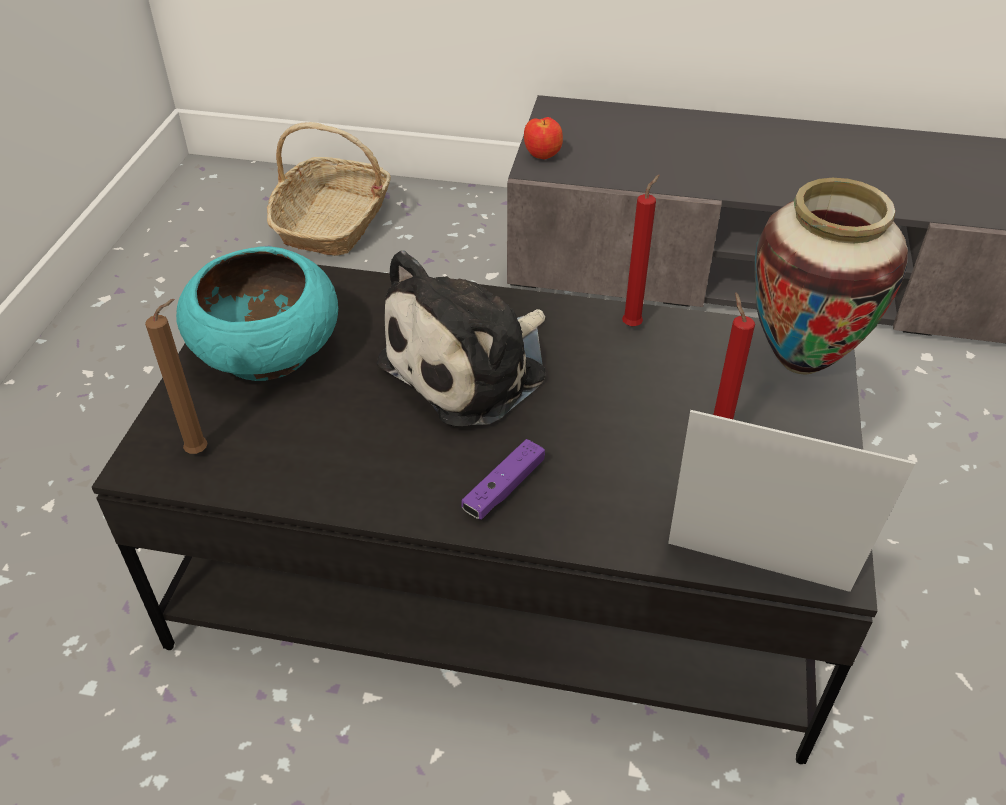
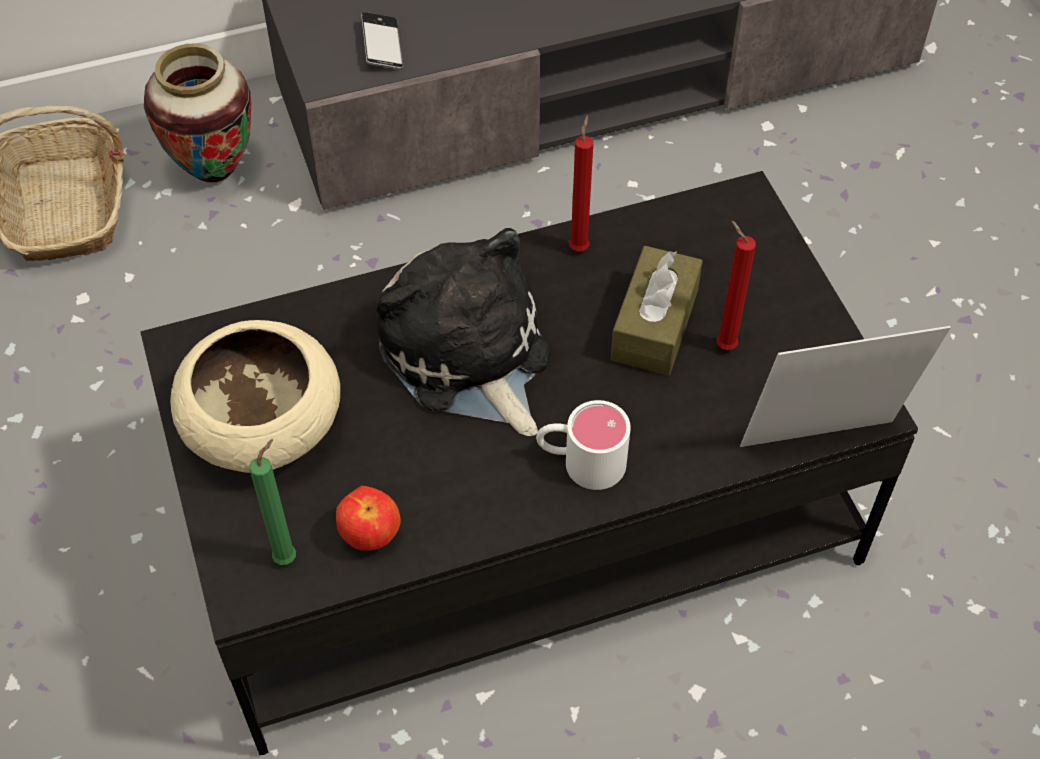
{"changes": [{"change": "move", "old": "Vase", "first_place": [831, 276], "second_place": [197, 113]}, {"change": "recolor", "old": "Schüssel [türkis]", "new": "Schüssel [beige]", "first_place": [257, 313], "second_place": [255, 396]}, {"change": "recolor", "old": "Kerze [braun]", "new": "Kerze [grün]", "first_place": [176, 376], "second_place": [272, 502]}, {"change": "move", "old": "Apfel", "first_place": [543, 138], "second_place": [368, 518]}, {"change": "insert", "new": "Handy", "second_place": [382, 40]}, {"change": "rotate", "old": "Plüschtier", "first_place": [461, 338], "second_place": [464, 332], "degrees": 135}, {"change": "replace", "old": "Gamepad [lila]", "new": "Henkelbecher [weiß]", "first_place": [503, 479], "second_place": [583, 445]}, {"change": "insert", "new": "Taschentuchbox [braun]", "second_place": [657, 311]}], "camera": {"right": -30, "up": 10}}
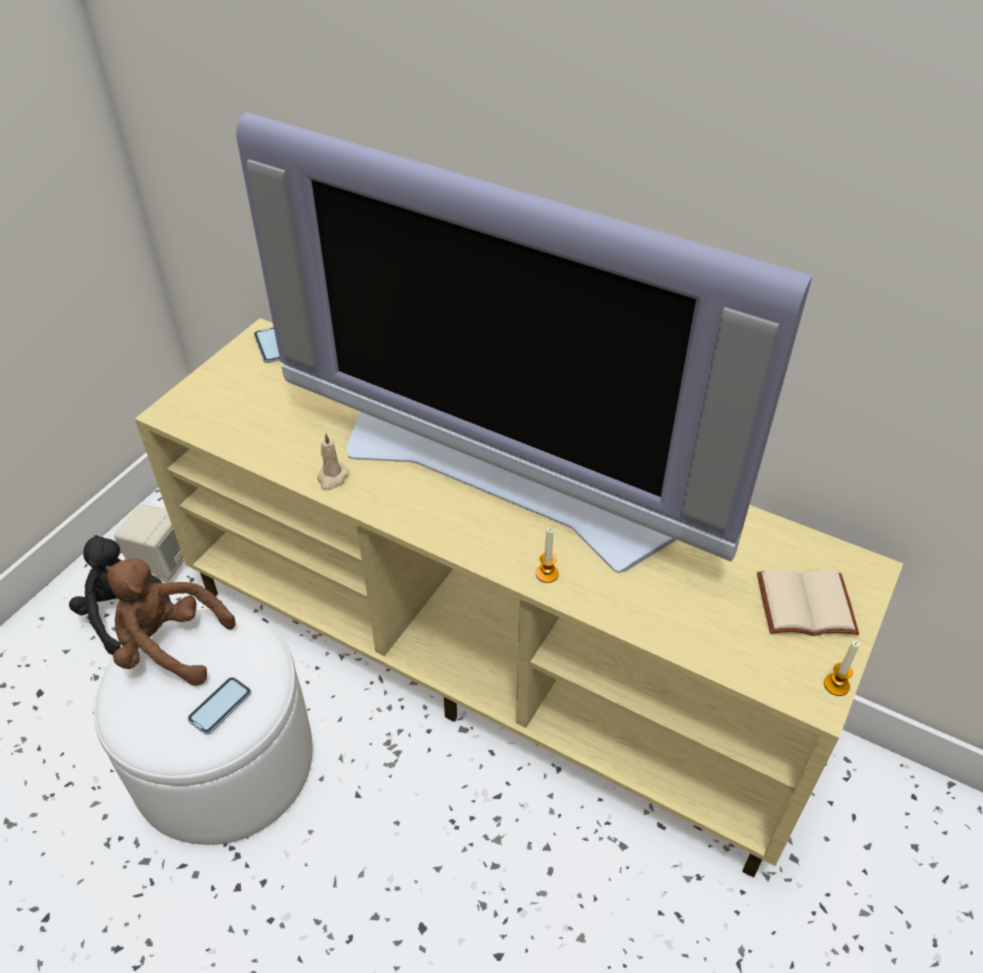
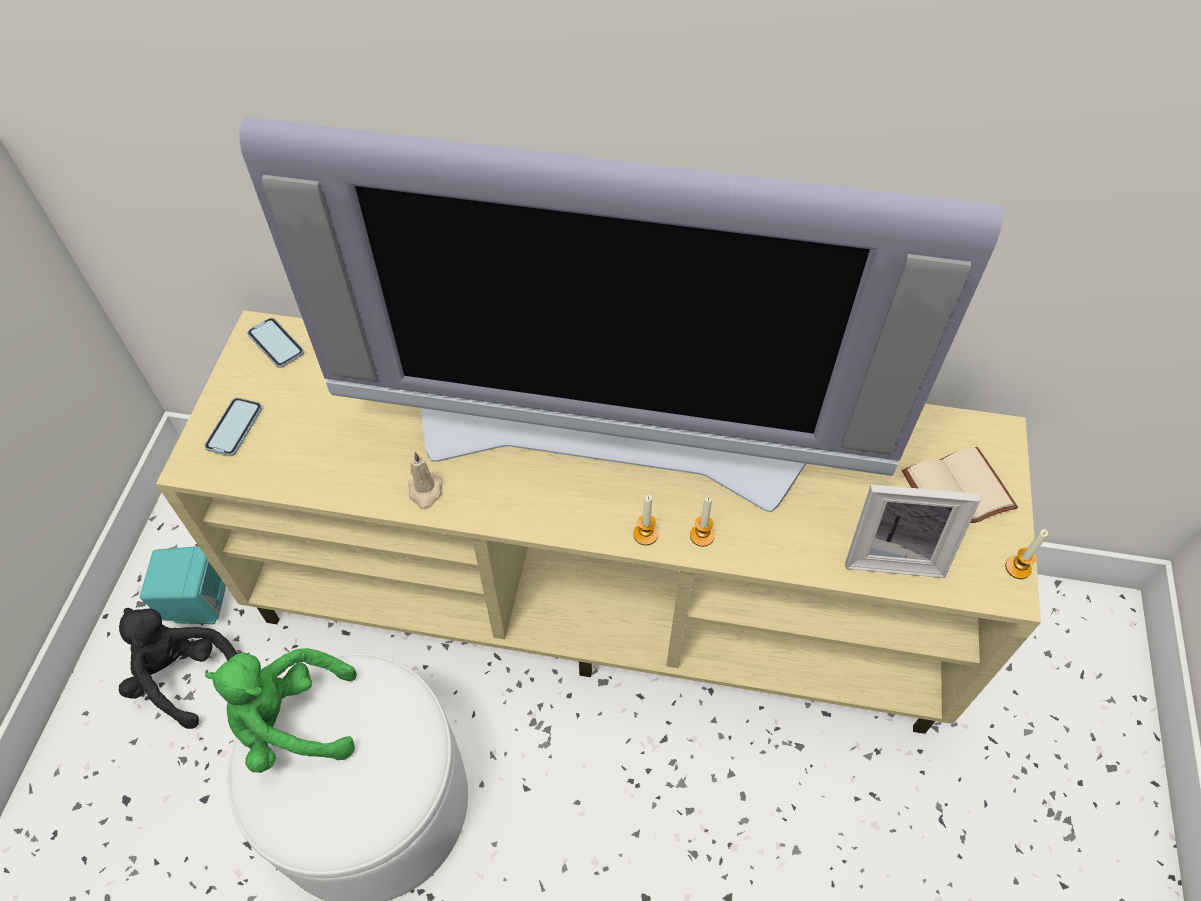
{"changes": [{"change": "recolor", "old": "Lautsprecher [beige]", "new": "Lautsprecher [türkis]", "first_place": [149, 543], "second_place": [183, 585]}, {"change": "move", "old": "Handy", "first_place": [219, 706], "second_place": [233, 427]}, {"change": "recolor", "old": "Plüschtier [braun]", "new": "Plüschtier [grün]", "first_place": [171, 622], "second_place": [281, 710]}, {"change": "insert", "new": "Kerze", "second_place": [645, 520]}, {"change": "insert", "new": "Bilderrahmen", "second_place": [913, 531]}], "camera": {"right": -20, "up": 10}}
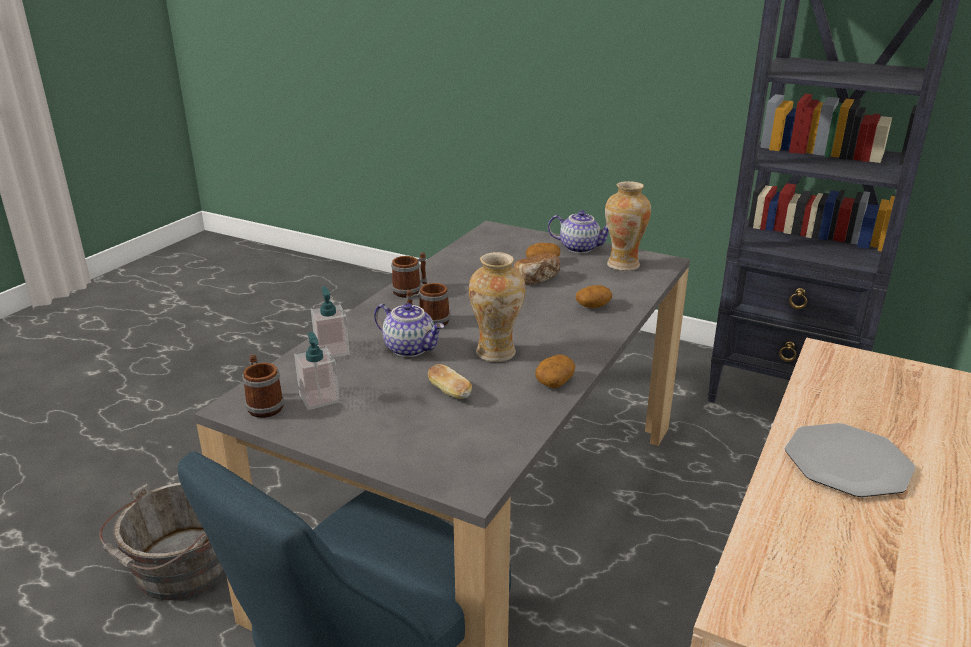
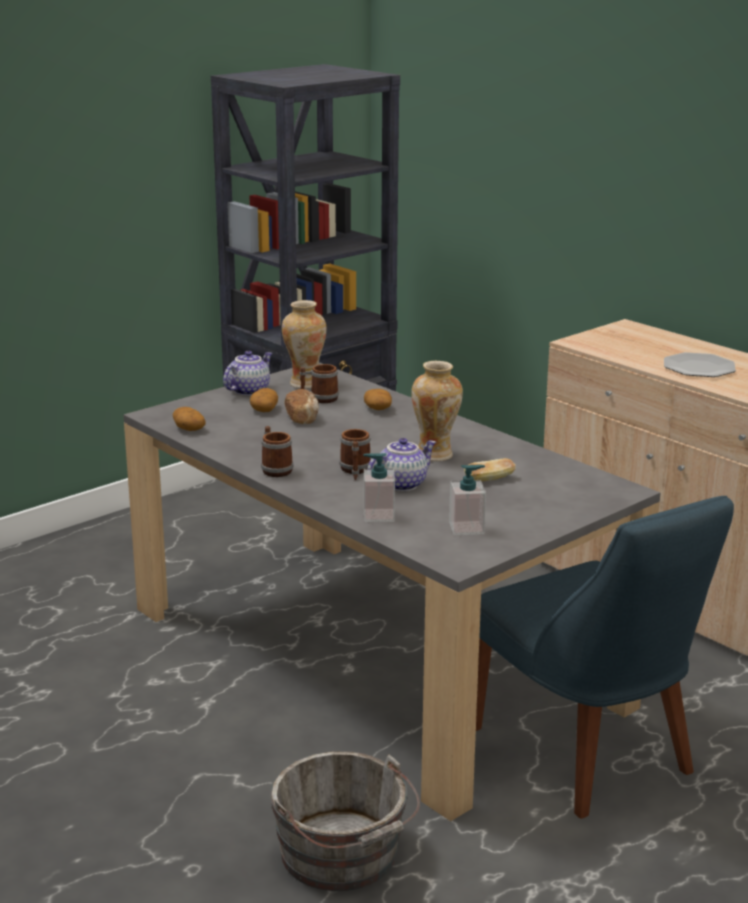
{"changes": [{"change": "move", "old": "Kartoffel", "first_place": [555, 371], "second_place": [189, 419]}, {"change": "move", "old": "Henkelbecher", "first_place": [263, 386], "second_place": [319, 383]}], "camera": {"right": -70, "up": -5}}
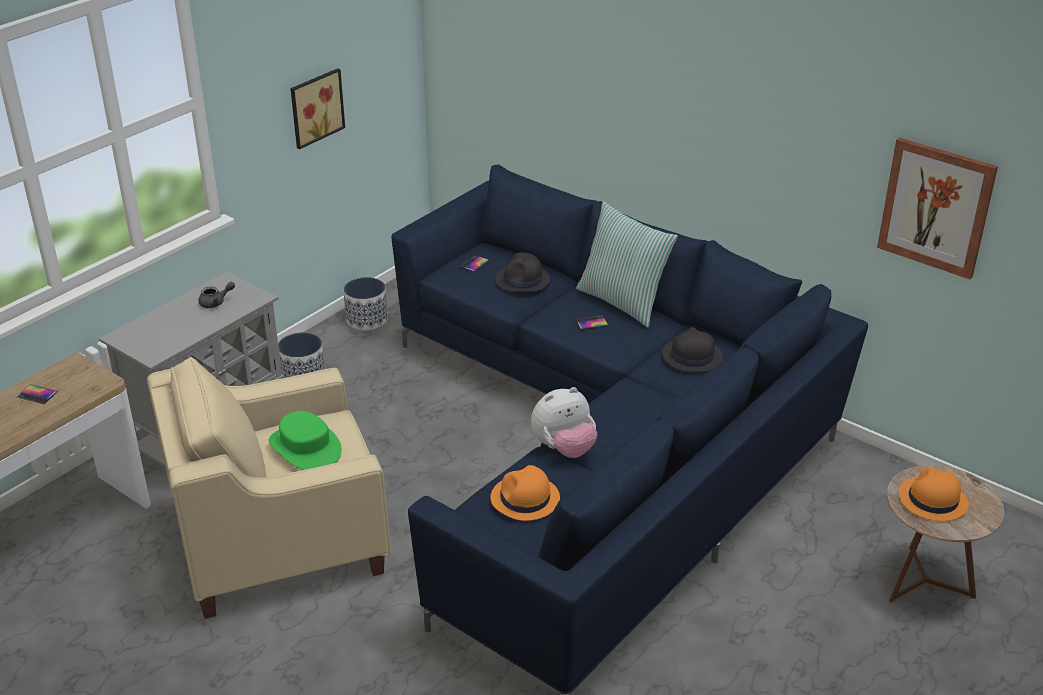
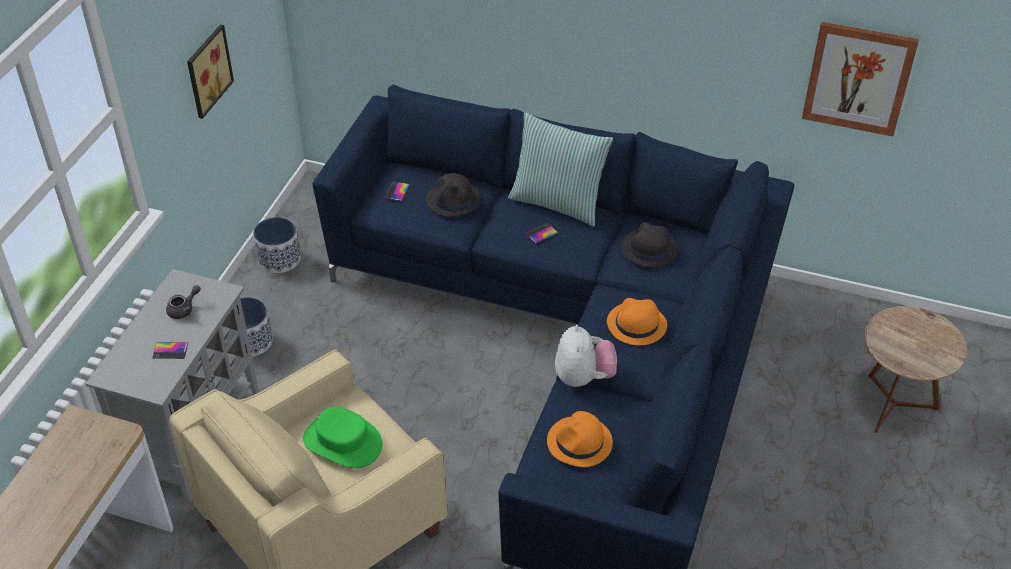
{"changes": [{"change": "move", "old": "Handy", "first_place": [37, 394], "second_place": [170, 350]}, {"change": "rotate", "old": "Plüschtier", "first_place": [564, 422], "second_place": [586, 355], "degrees": -45}, {"change": "move", "old": "Hut [orange]", "first_place": [934, 494], "second_place": [637, 321]}], "camera": {"right": -20, "up": 10}}
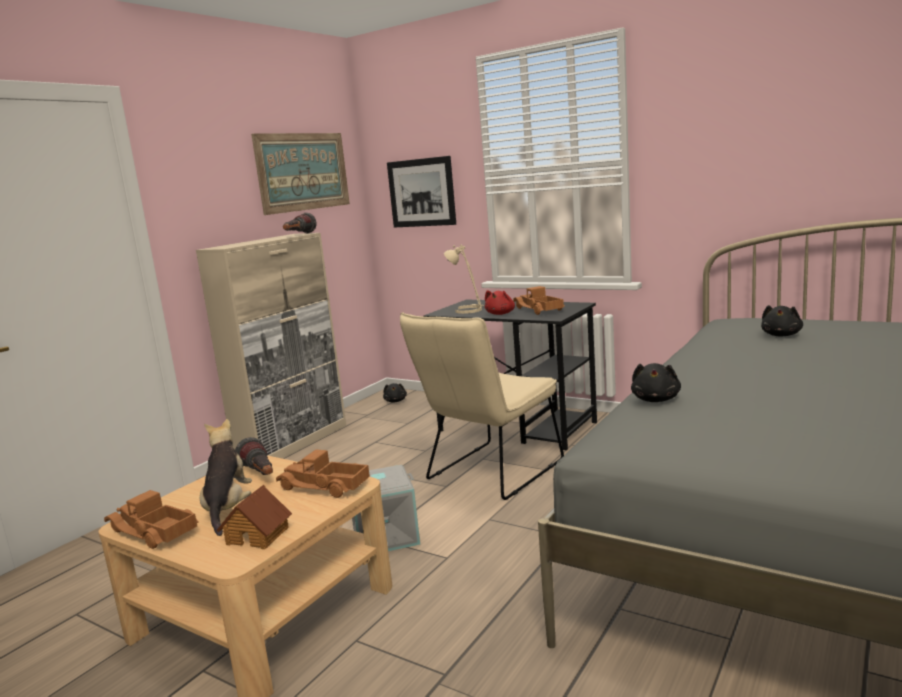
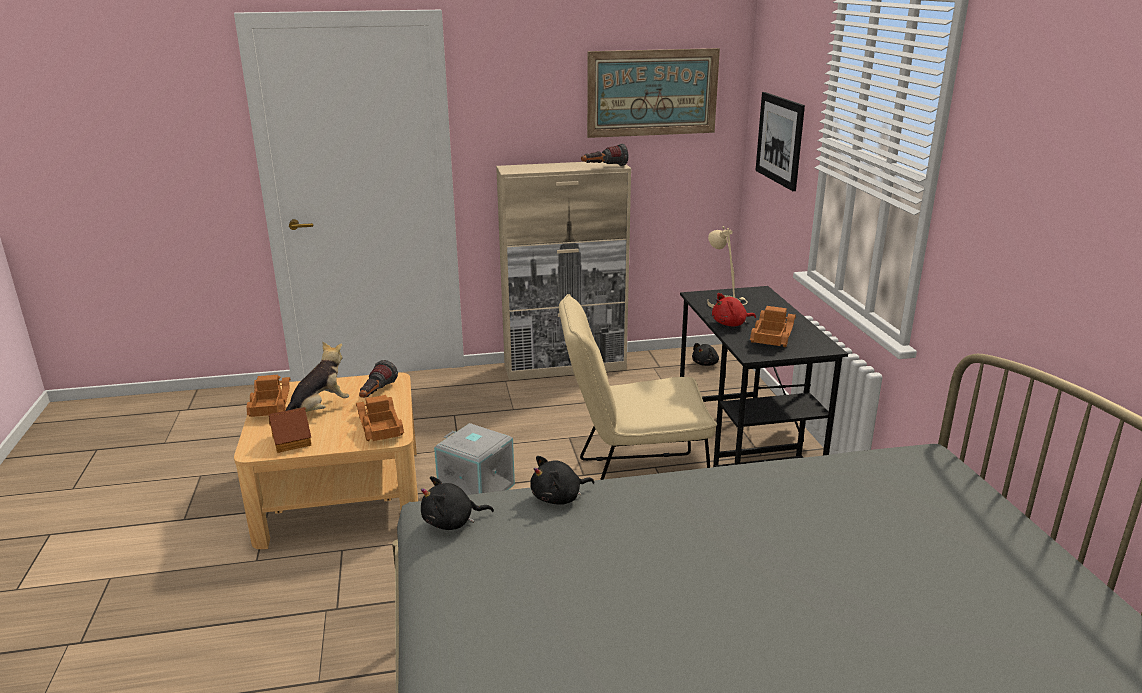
{"changes": [{"change": "move", "old": "Plüschtier [schwarz]", "first_place": [782, 321], "second_place": [457, 503]}], "camera": {"right": 45, "up": 10}}
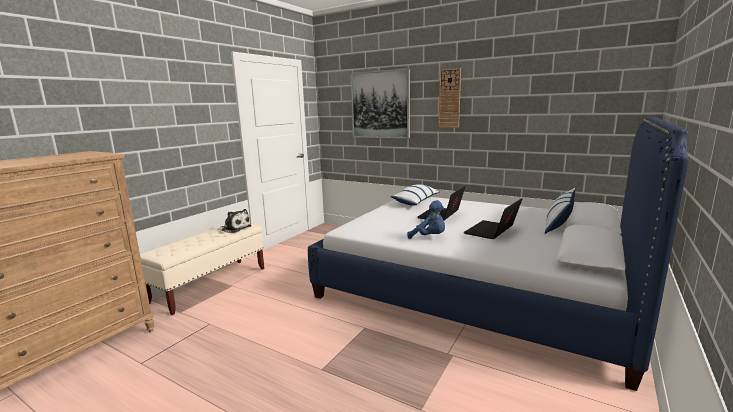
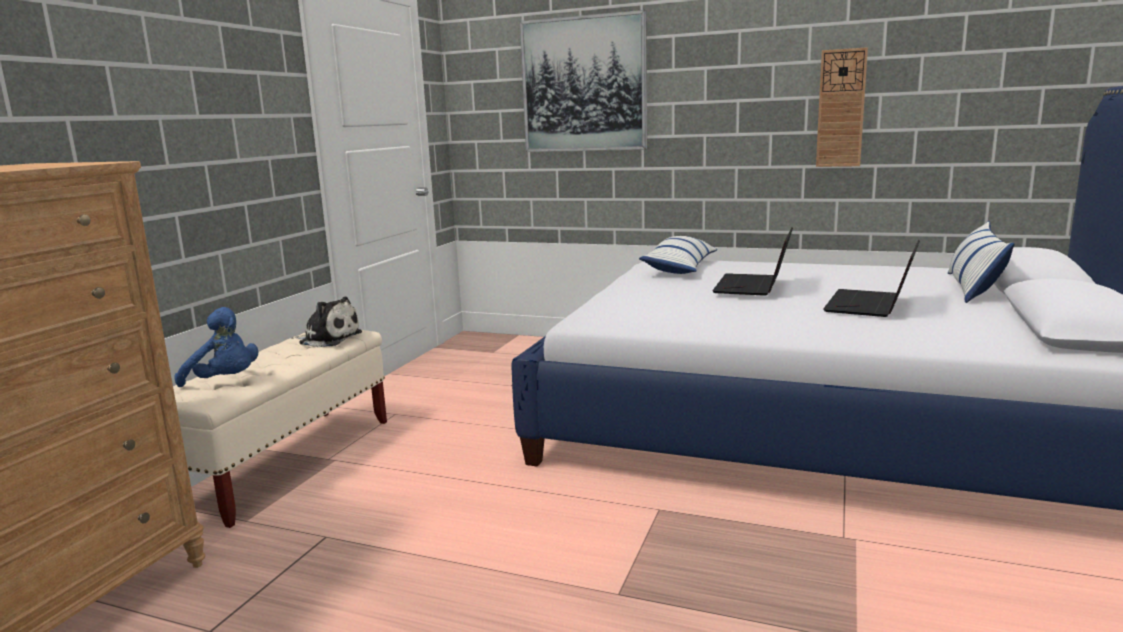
{"changes": [{"change": "move", "old": "Plüschtier [blau]", "first_place": [426, 219], "second_place": [216, 347]}, {"change": "move", "old": "Wanduhr", "first_place": [450, 98], "second_place": [842, 107]}], "camera": {"right": -10, "up": 0}}
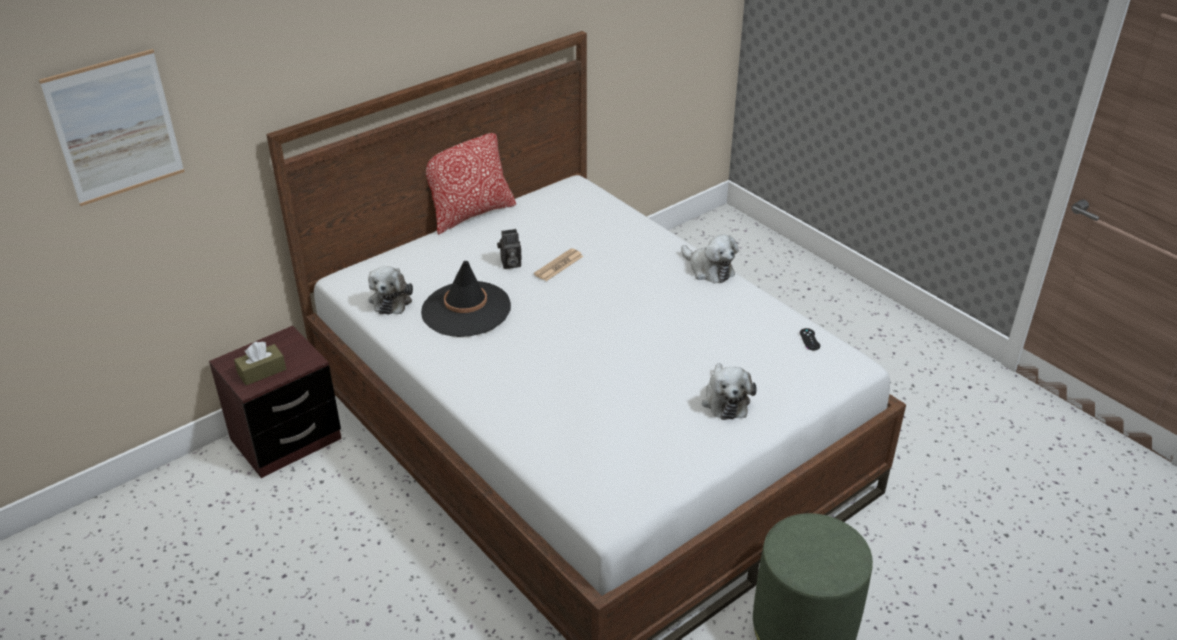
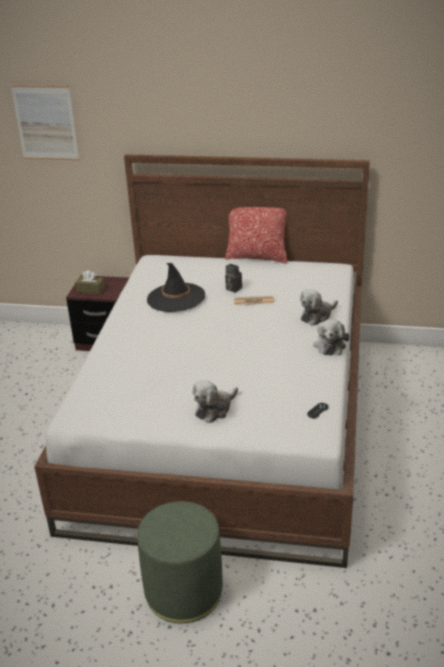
{"changes": [{"change": "move", "old": "Plüschtier", "first_place": [390, 290], "second_place": [319, 307]}], "camera": {"right": 50, "up": -5}}
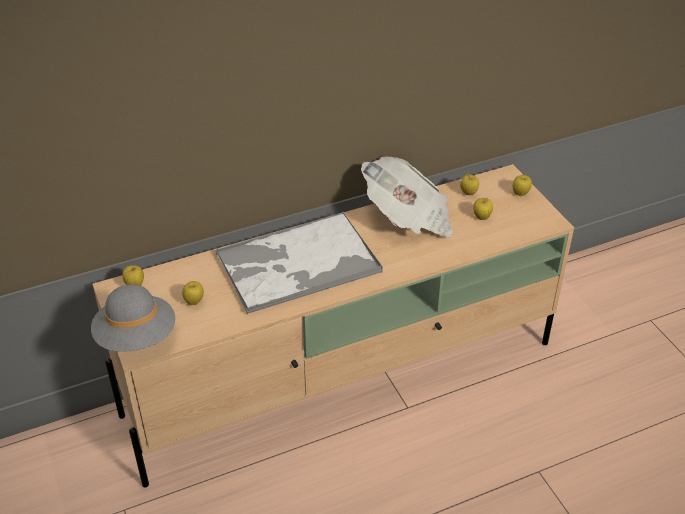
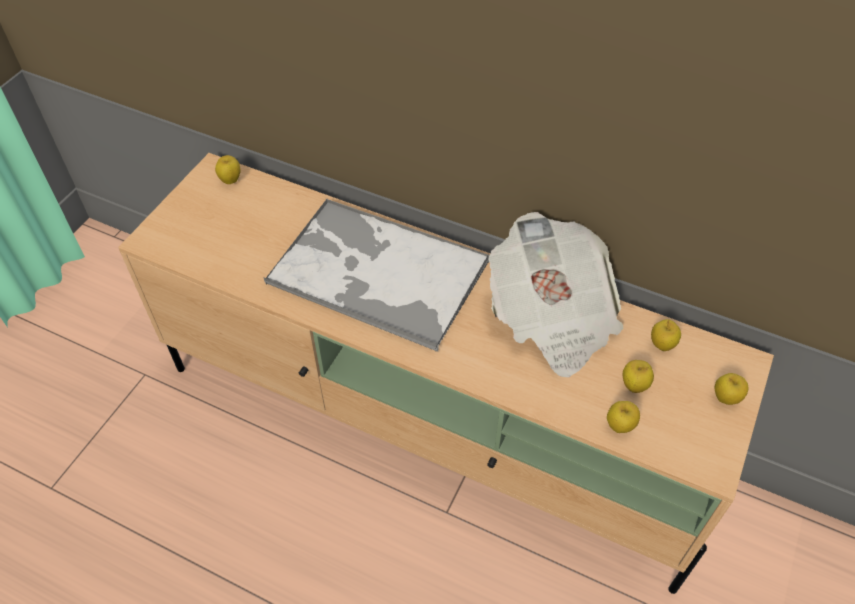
{"changes": [{"change": "move", "old": "Apfel", "first_place": [193, 293], "second_place": [623, 417]}, {"change": "delete", "old": "Hut [grau]", "first_place": [133, 318]}], "camera": {"right": 50, "up": 10}}
